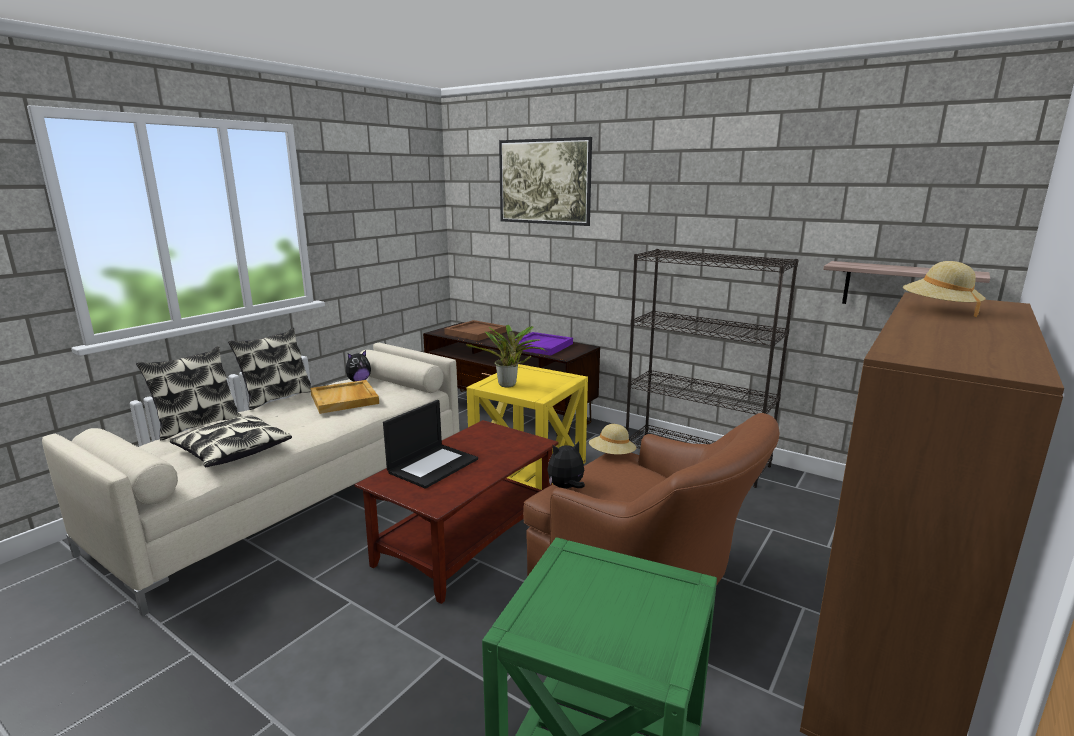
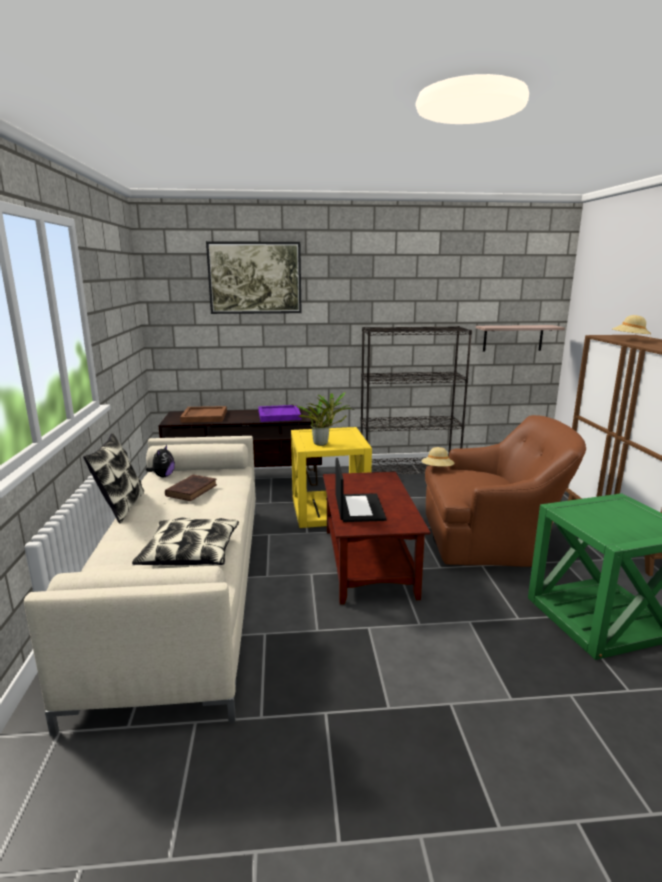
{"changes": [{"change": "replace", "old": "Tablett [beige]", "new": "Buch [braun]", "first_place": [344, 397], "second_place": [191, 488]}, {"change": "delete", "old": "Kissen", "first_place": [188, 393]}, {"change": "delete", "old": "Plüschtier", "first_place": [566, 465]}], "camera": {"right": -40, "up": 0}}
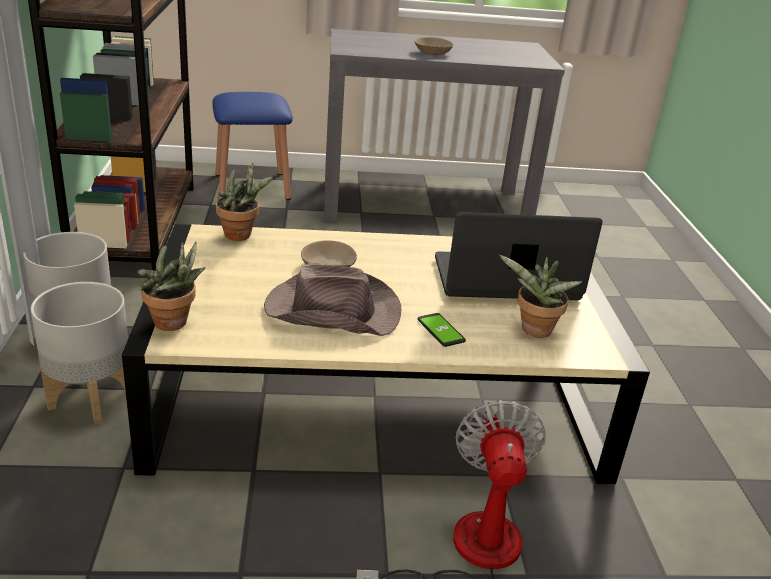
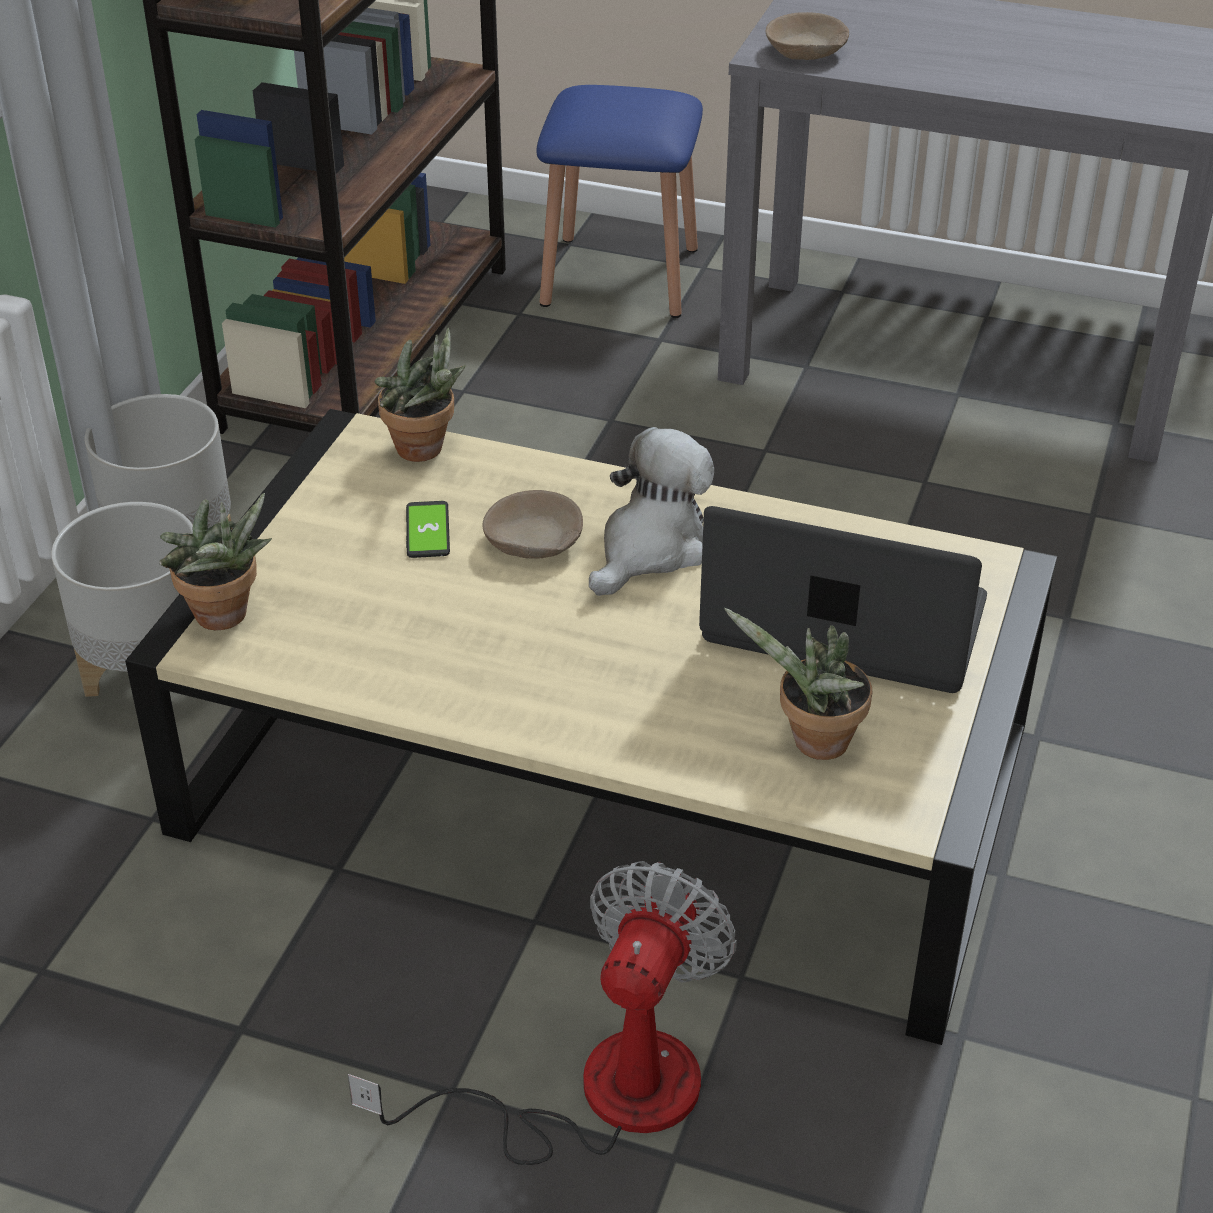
{"changes": [{"change": "move", "old": "Handy", "first_place": [441, 330], "second_place": [428, 529]}, {"change": "insert", "new": "Plüschtier", "second_place": [651, 511]}, {"change": "move", "old": "Schüssel [beige]", "first_place": [433, 46], "second_place": [807, 36]}, {"change": "delete", "old": "Hut [braun]", "first_place": [332, 299]}], "camera": {"right": 25, "up": 10}}
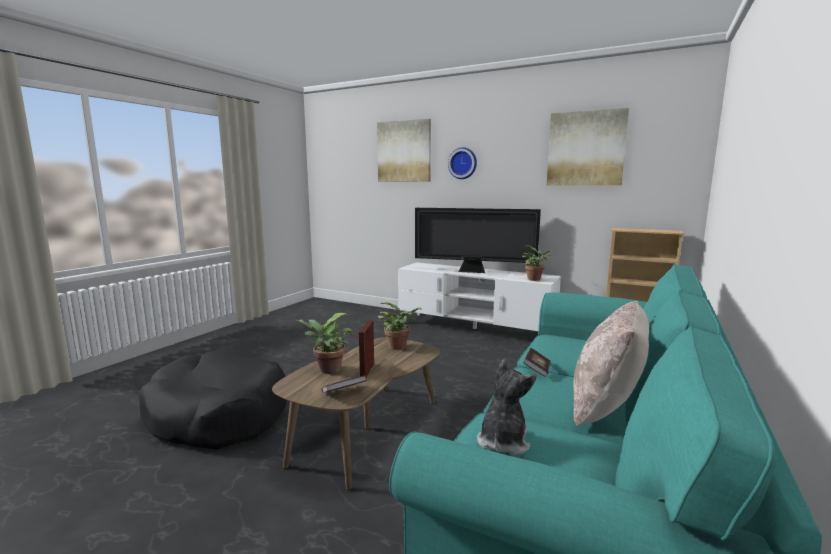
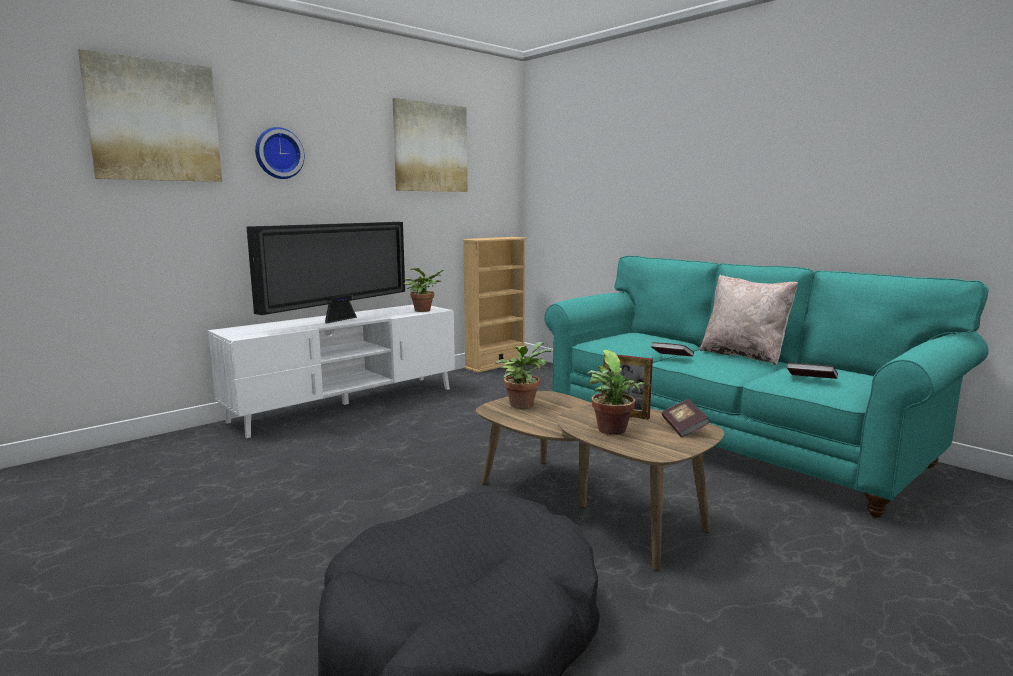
{"changes": [{"change": "replace", "old": "Plüschtier", "new": "Buch", "first_place": [506, 407], "second_place": [812, 371]}], "camera": {"right": -70, "up": 0}}
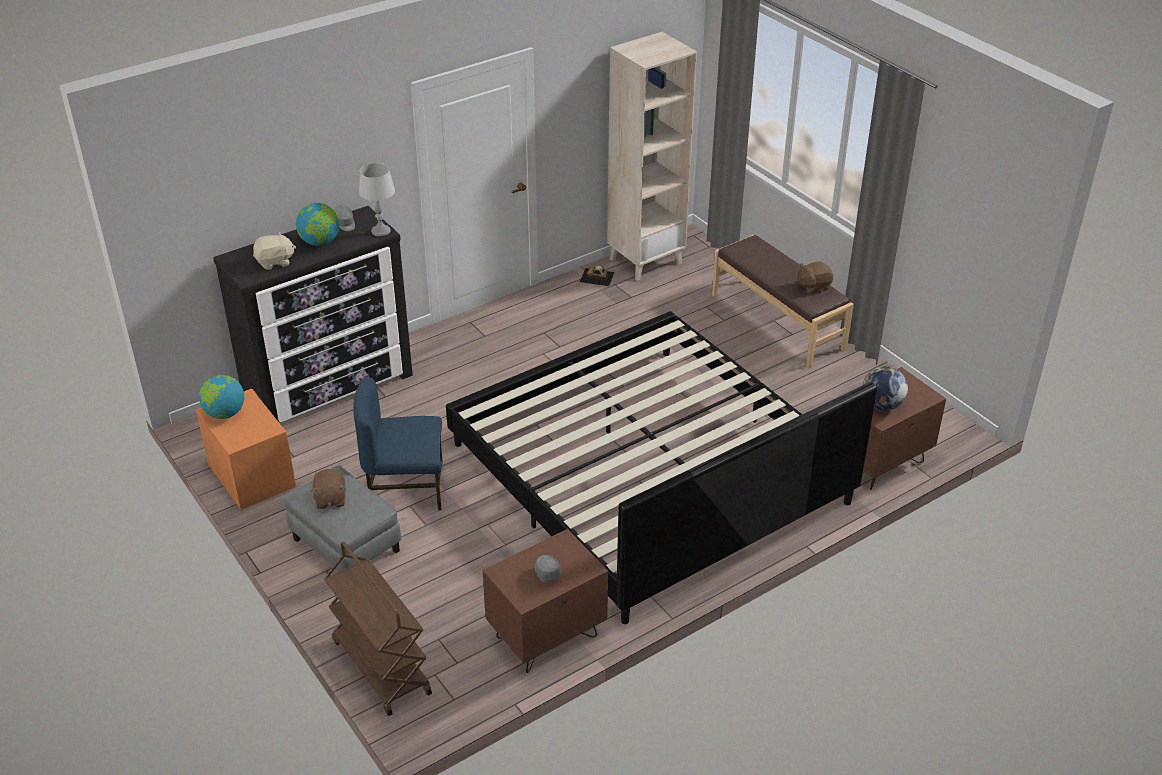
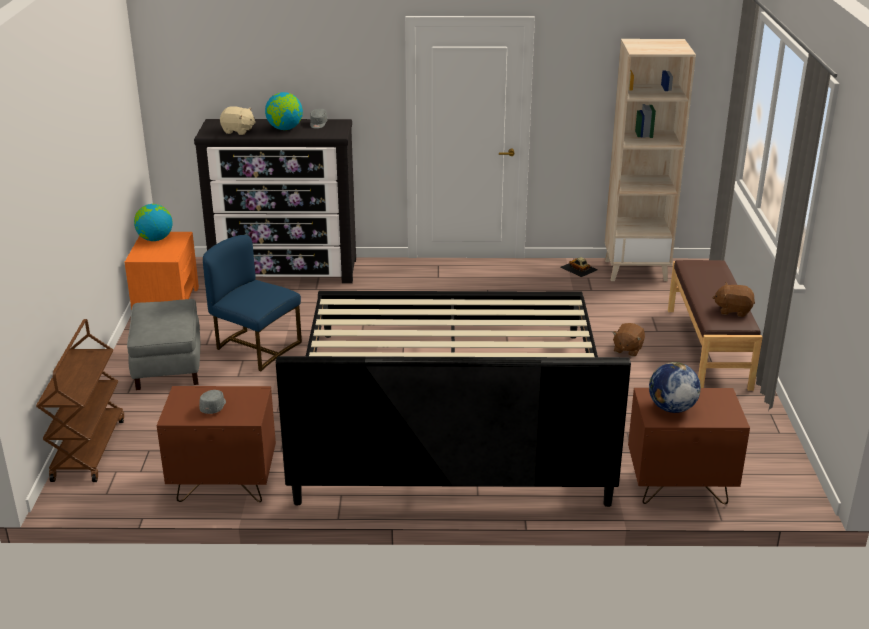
{"changes": [{"change": "move", "old": "Plüschtier [braun]", "first_place": [328, 489], "second_place": [628, 340]}, {"change": "delete", "old": "Tischlampe [grau]", "first_place": [376, 200]}], "camera": {"right": 35, "up": -10}}
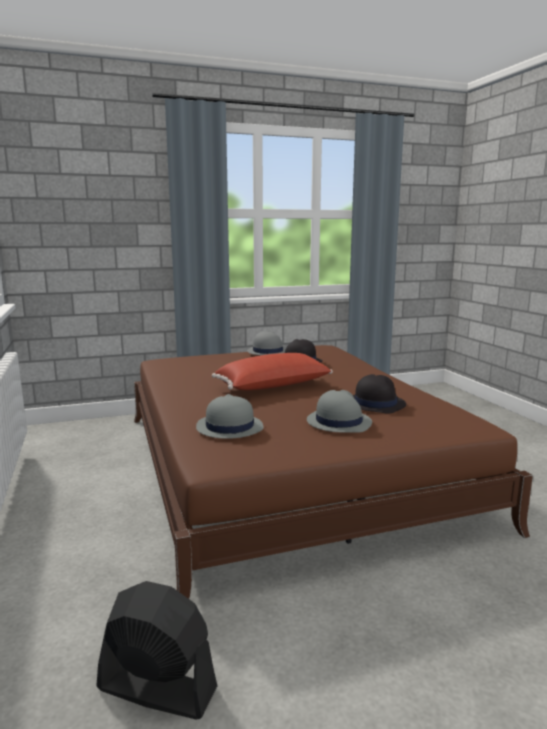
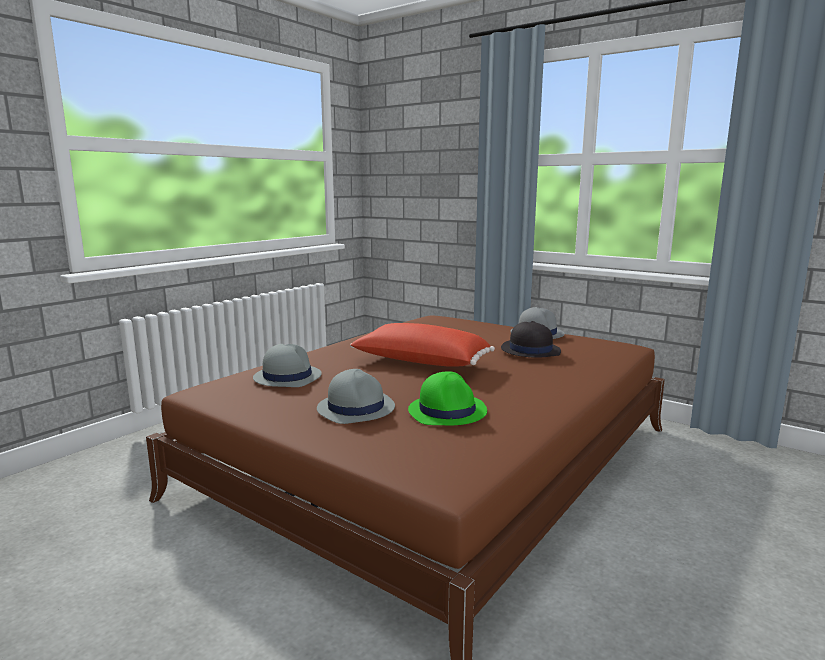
{"changes": [{"change": "recolor", "old": "Hut [schwarz]", "new": "Hut [grün]", "first_place": [379, 393], "second_place": [447, 398]}, {"change": "delete", "old": "Ventilator [schwarz]", "first_place": [156, 650]}], "camera": {"right": 55, "up": 0}}
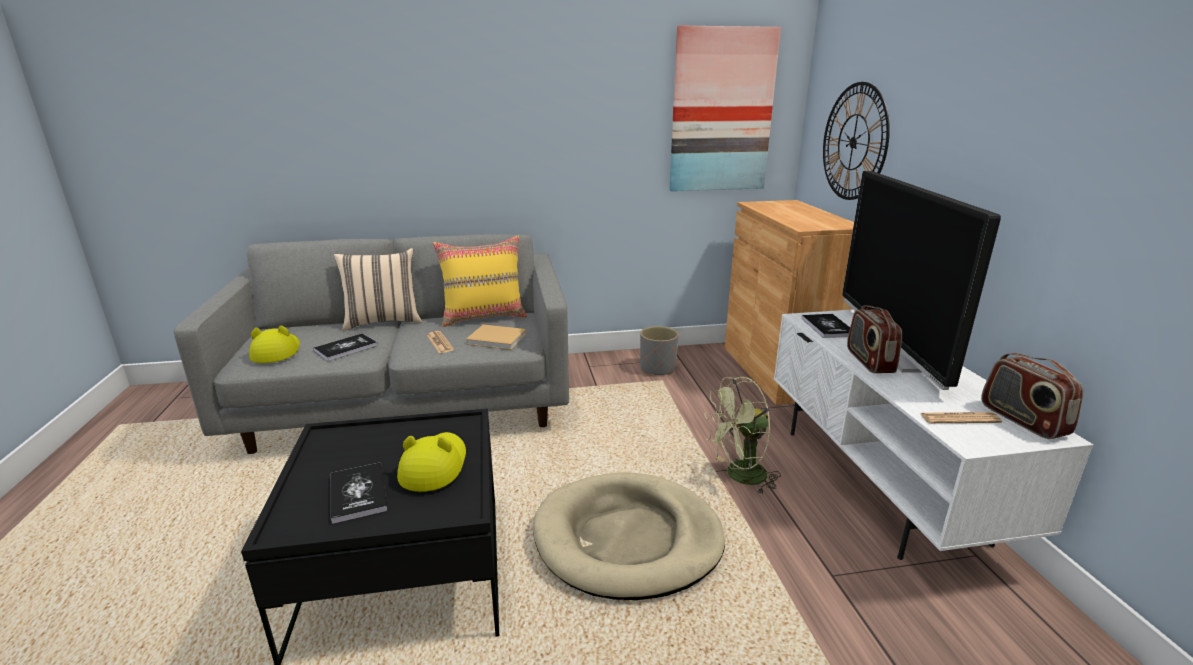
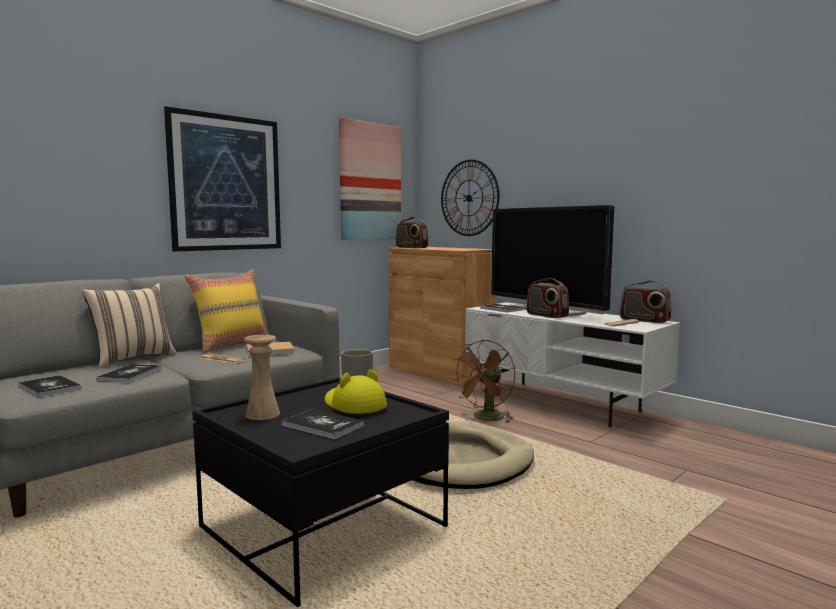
{"changes": [{"change": "replace", "old": "Hut [gelb]", "new": "Buch", "first_place": [274, 344], "second_place": [49, 386]}, {"change": "insert", "new": "Bild", "second_place": [222, 179]}, {"change": "insert", "new": "Vase [beige]", "second_place": [262, 377]}, {"change": "insert", "new": "Radio", "second_place": [412, 232]}, {"change": "recolor", "old": "Ventilator [grün]", "new": "Ventilator [braun]", "first_place": [742, 436], "second_place": [483, 381]}], "camera": {"right": -35, "up": -15}}
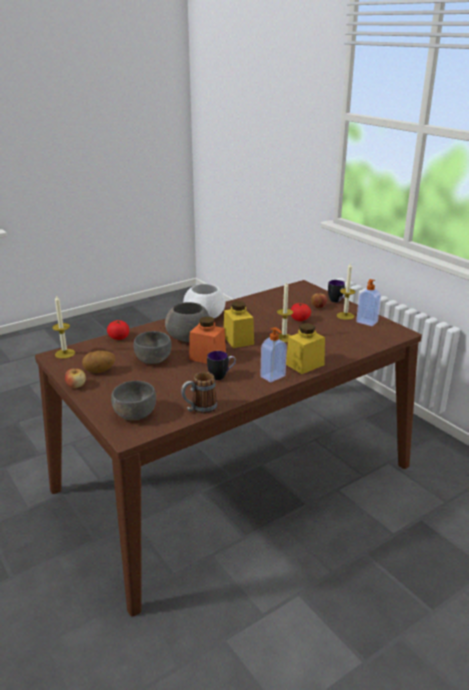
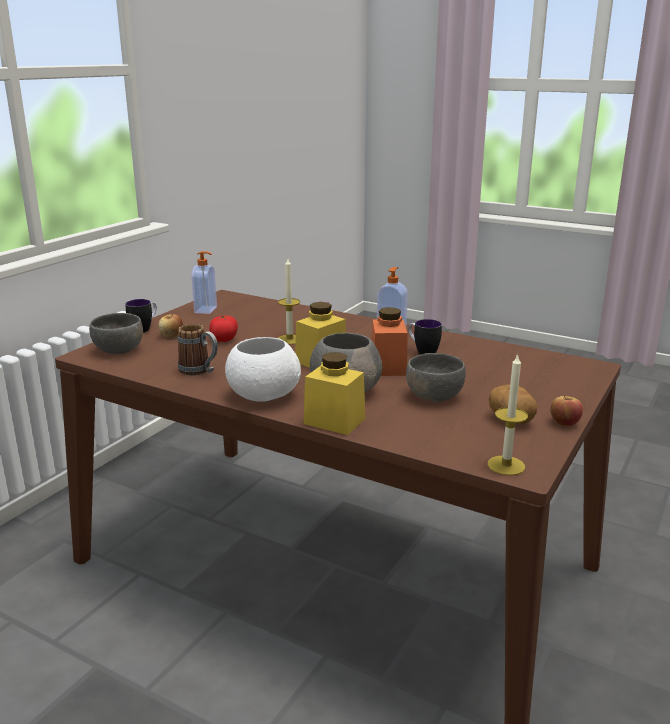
{"changes": [{"change": "move", "old": "Schüssel [grau]", "first_place": [133, 400], "second_place": [116, 333]}, {"change": "move", "old": "Henkelbecher", "first_place": [199, 393], "second_place": [198, 350]}, {"change": "move", "old": "Vorratsglas [gelb]", "first_place": [305, 348], "second_place": [334, 393]}, {"change": "delete", "old": "Tomate", "first_place": [118, 330]}, {"change": "delete", "old": "Kerze", "first_place": [346, 291]}], "camera": {"right": -115, "up": -5}}
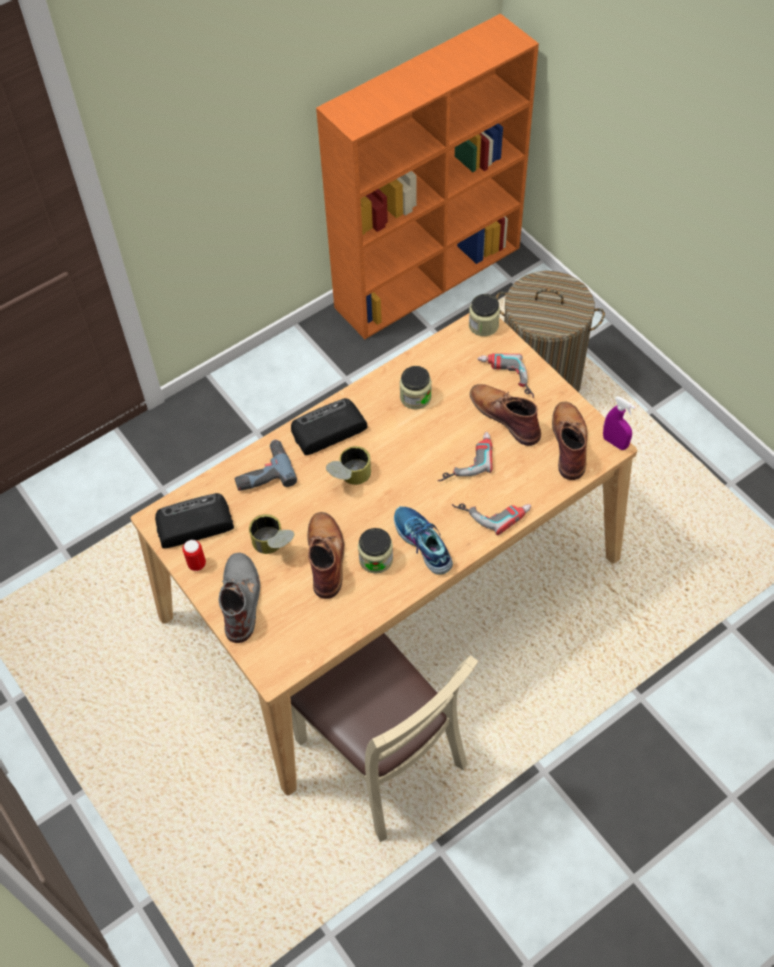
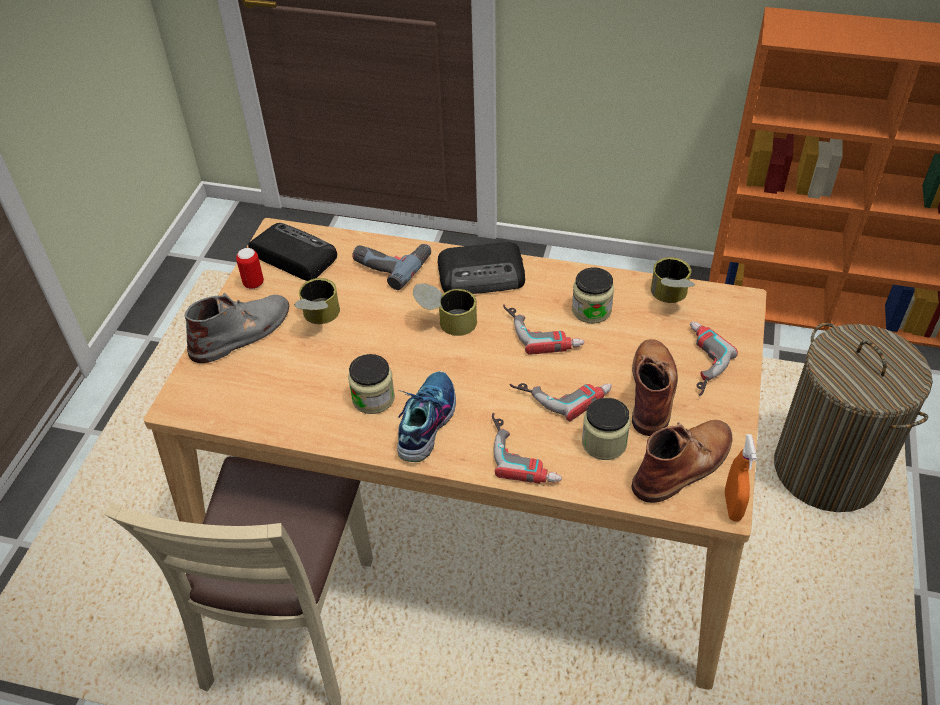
{"changes": [{"change": "rotate", "old": "Radio", "first_place": [329, 426], "second_place": [481, 268], "degrees": 150}, {"change": "insert", "new": "Bohrmaschine", "second_place": [544, 329]}, {"change": "move", "old": "Vorratsglas", "first_place": [484, 315], "second_place": [606, 429]}, {"change": "insert", "new": "Dose", "second_place": [673, 280]}, {"change": "recolor", "old": "Sprühflasche [lila]", "new": "Sprühflasche [orange]", "first_place": [619, 423], "second_place": [741, 478]}, {"change": "delete", "old": "Stiefel [braun]", "first_place": [325, 555]}], "camera": {"right": 50, "up": -10}}
